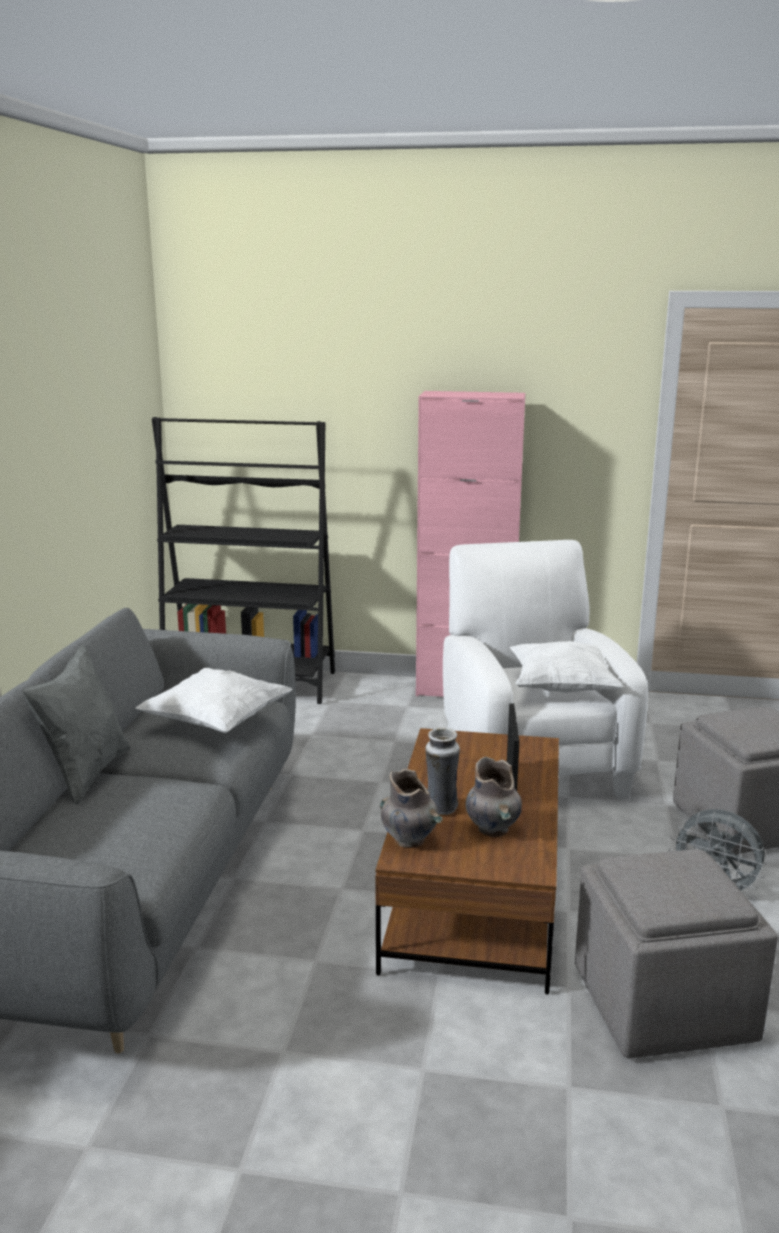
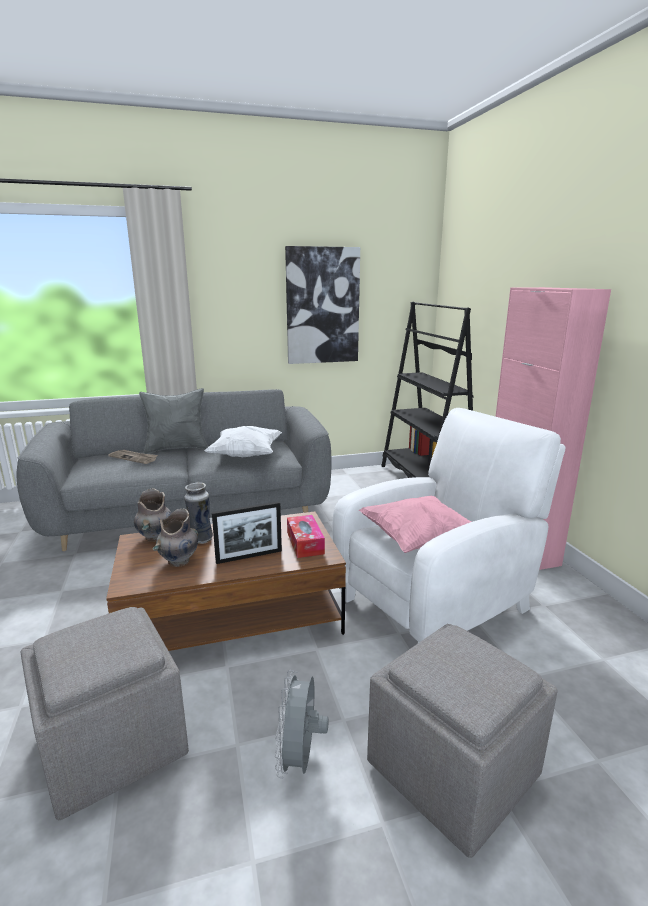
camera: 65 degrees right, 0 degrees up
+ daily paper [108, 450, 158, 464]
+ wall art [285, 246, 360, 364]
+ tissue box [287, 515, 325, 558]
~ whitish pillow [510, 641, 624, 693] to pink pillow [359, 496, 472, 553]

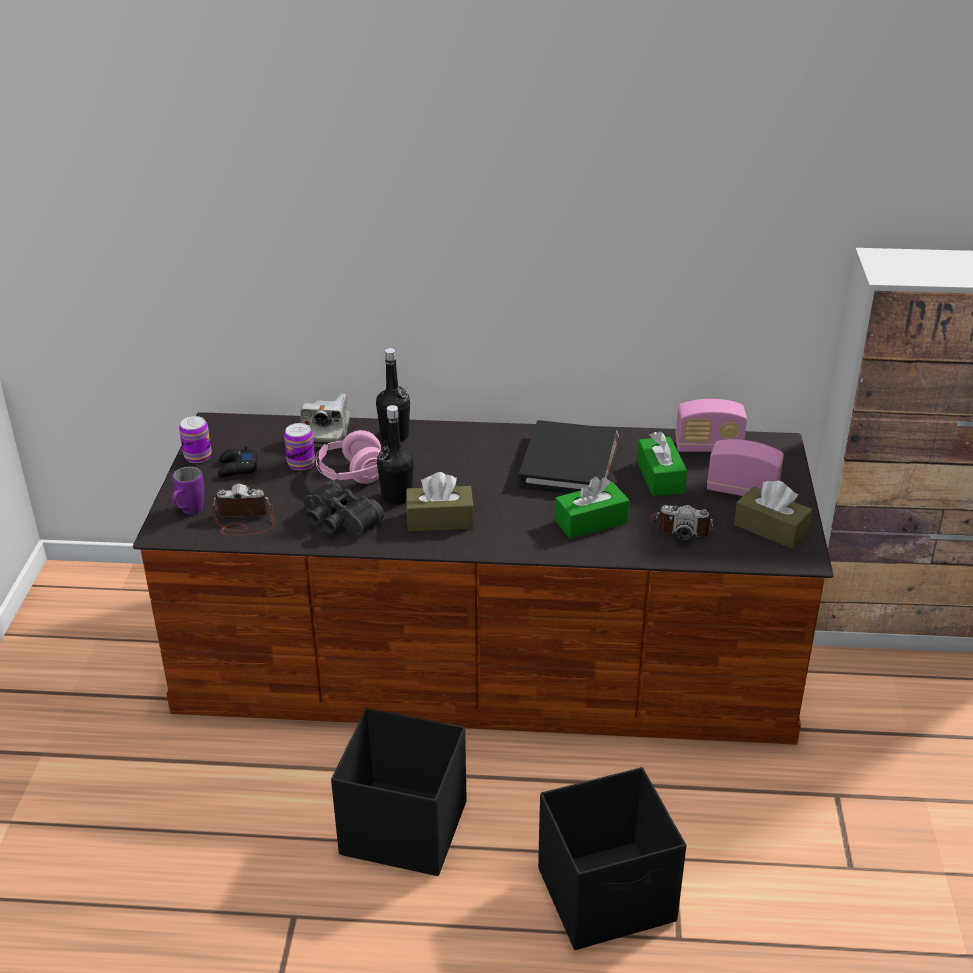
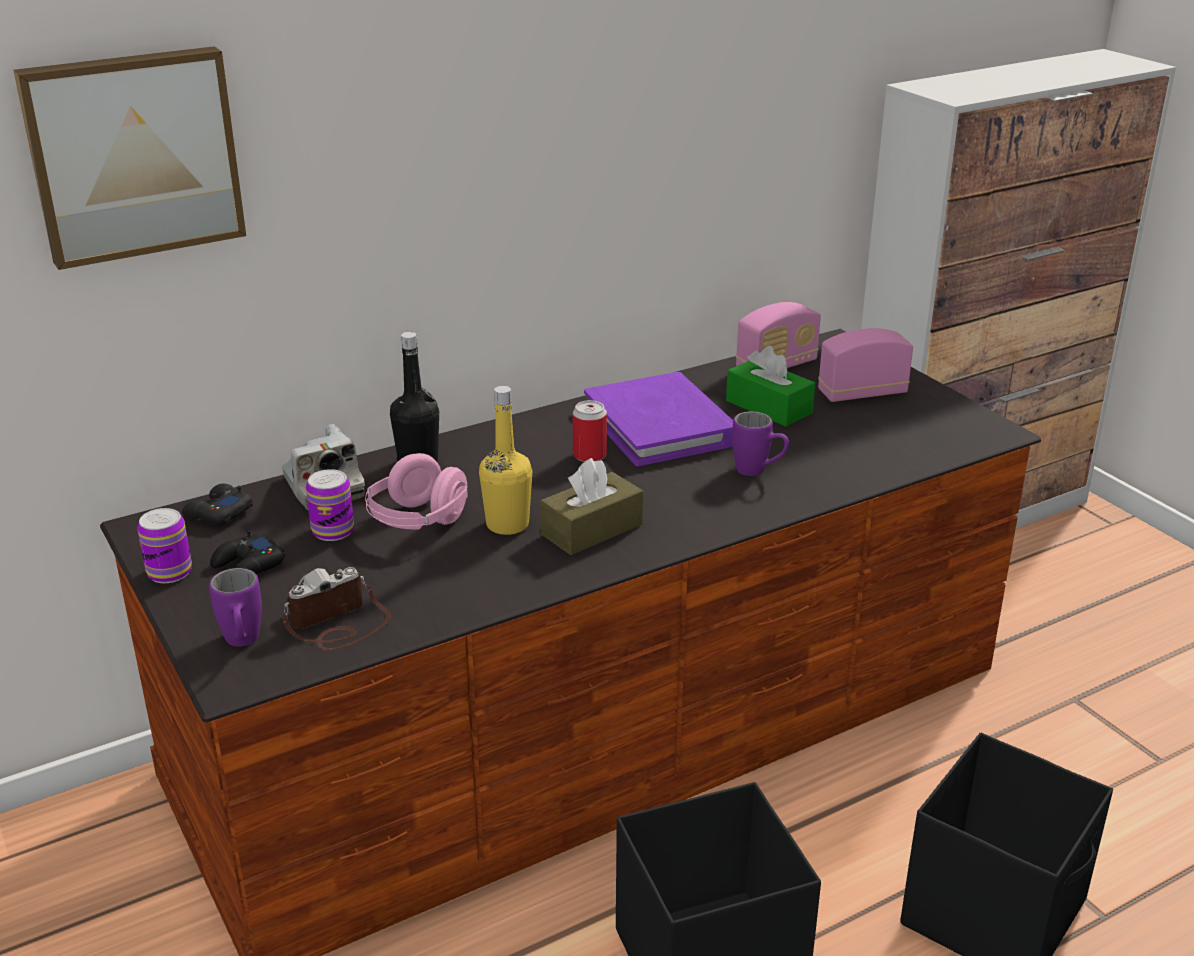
camera: 35 degrees left, 5 degrees down
+ wall art [13, 46, 246, 270]
+ black gamepad [182, 484, 253, 525]
~ black bottle [377, 405, 414, 505] to yellow-coloured bottle [479, 386, 532, 535]
+ sealed can [573, 400, 607, 462]
~ black book [519, 420, 619, 494] to purple book [584, 372, 733, 466]
~ green tissue box [555, 477, 629, 539] to purple mug [732, 411, 789, 476]
- black field glasses [303, 481, 384, 537]
- still camera [651, 505, 715, 540]
- brownish tissue box [734, 480, 813, 549]

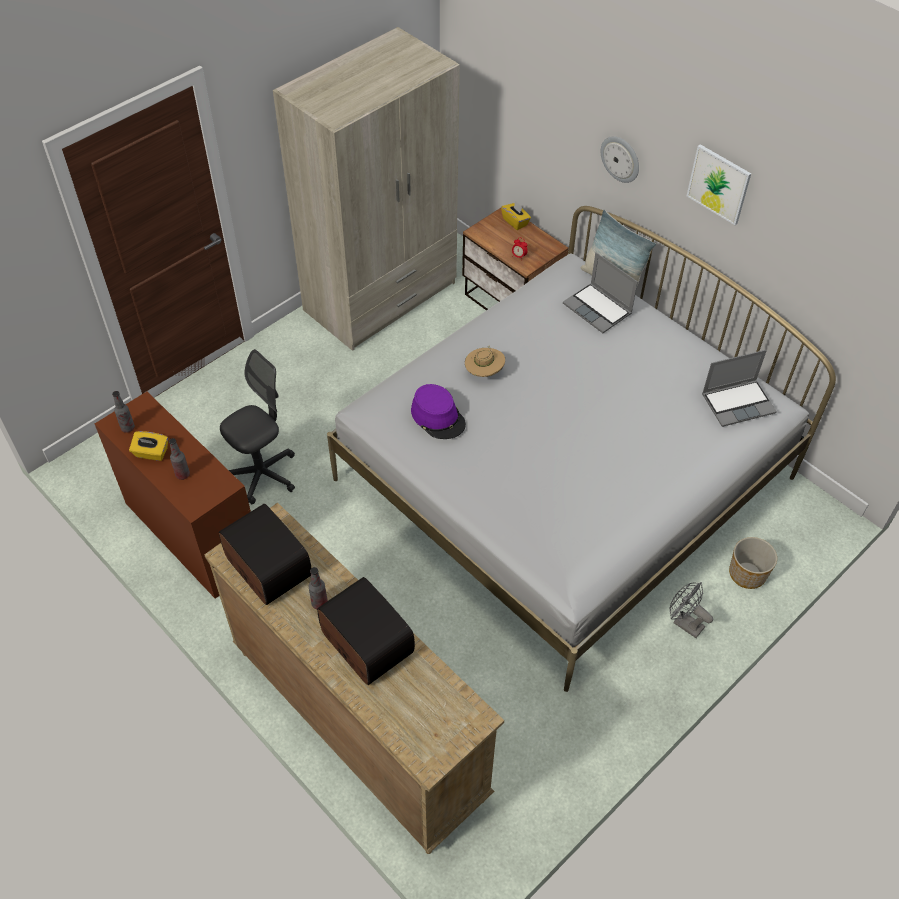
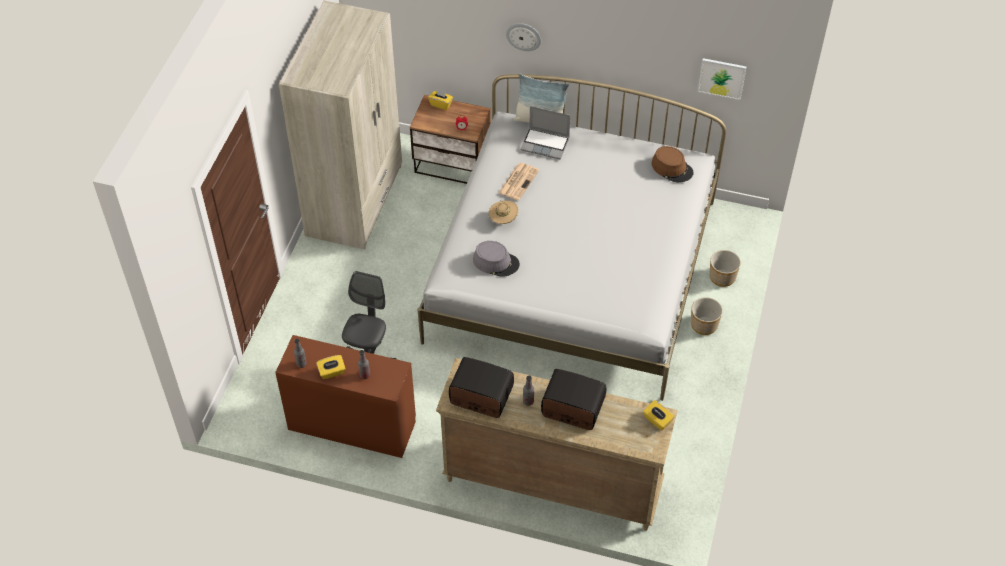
camera: 30 degrees left, 0 degrees up
~ purple wearable hat [411, 384, 466, 439] to grey wearable hat [473, 241, 520, 277]
+ daily paper [499, 163, 539, 201]
+ yellow-coloured tissue box [643, 400, 674, 430]
~ notebook computer [702, 350, 777, 427] to brownish wearable hat [651, 146, 694, 182]
~ grey cooling fan [670, 582, 713, 638] to flower pot [691, 297, 723, 335]
~ wall art [687, 144, 751, 225] to [698, 58, 746, 100]

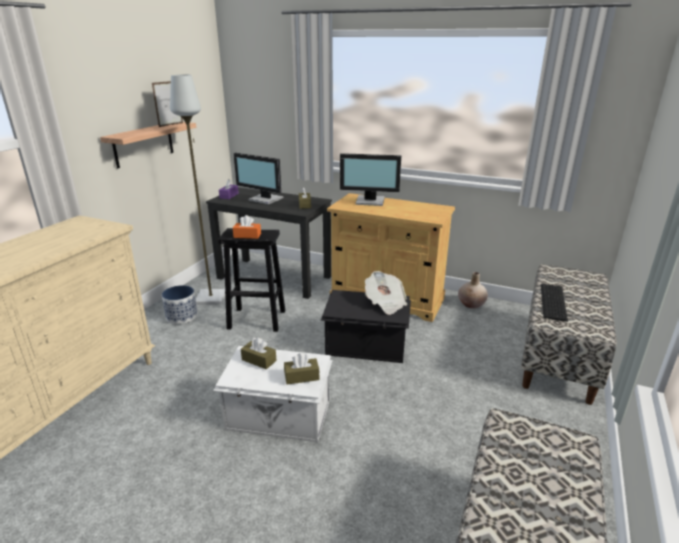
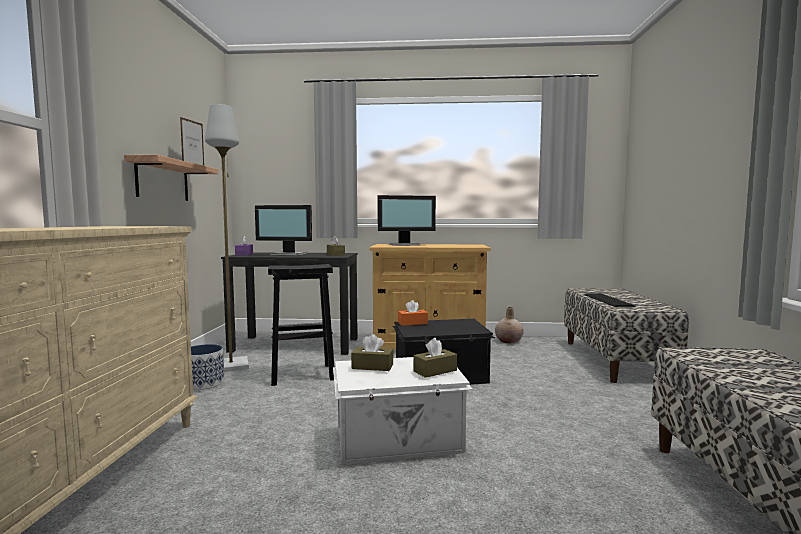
camera: 20 degrees left, 20 degrees down
~ orange-coloured tissue box [233, 215, 261, 239] to [398, 300, 428, 326]
- daily paper [365, 271, 407, 315]

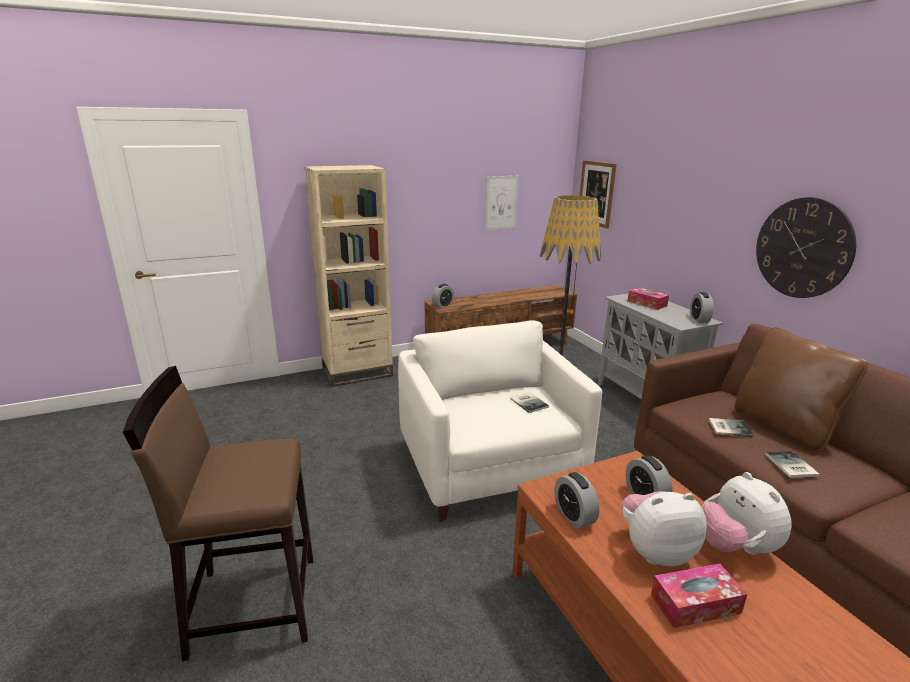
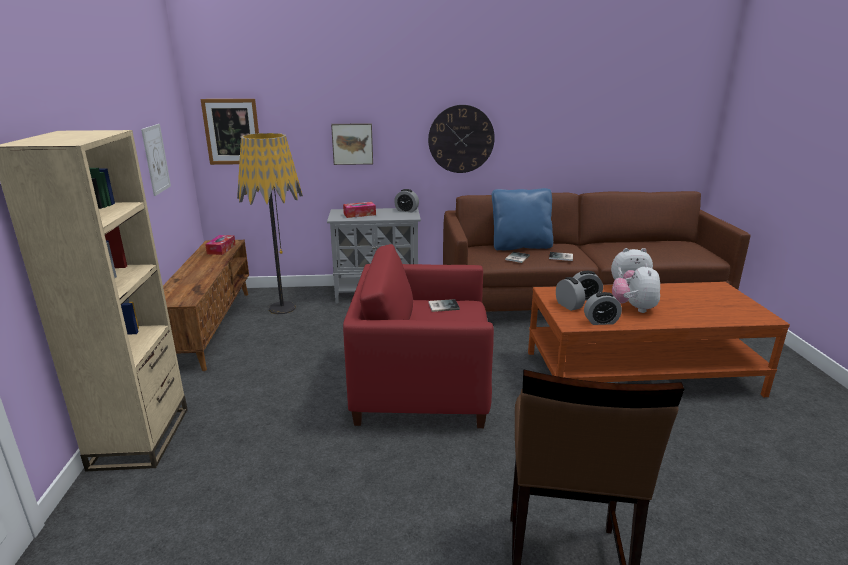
camera: 70 degrees left, 0 degrees up
~ tissue box [651, 564, 747, 628] to [205, 235, 236, 255]
+ wall art [331, 123, 373, 165]
~ whitish lounge chair [398, 320, 602, 521] to reddish lounge chair [343, 244, 494, 428]
~ brownish pillow [734, 327, 868, 452] to blue pillow [492, 188, 553, 250]
~ alarm clock [432, 284, 454, 308] to [556, 277, 585, 311]

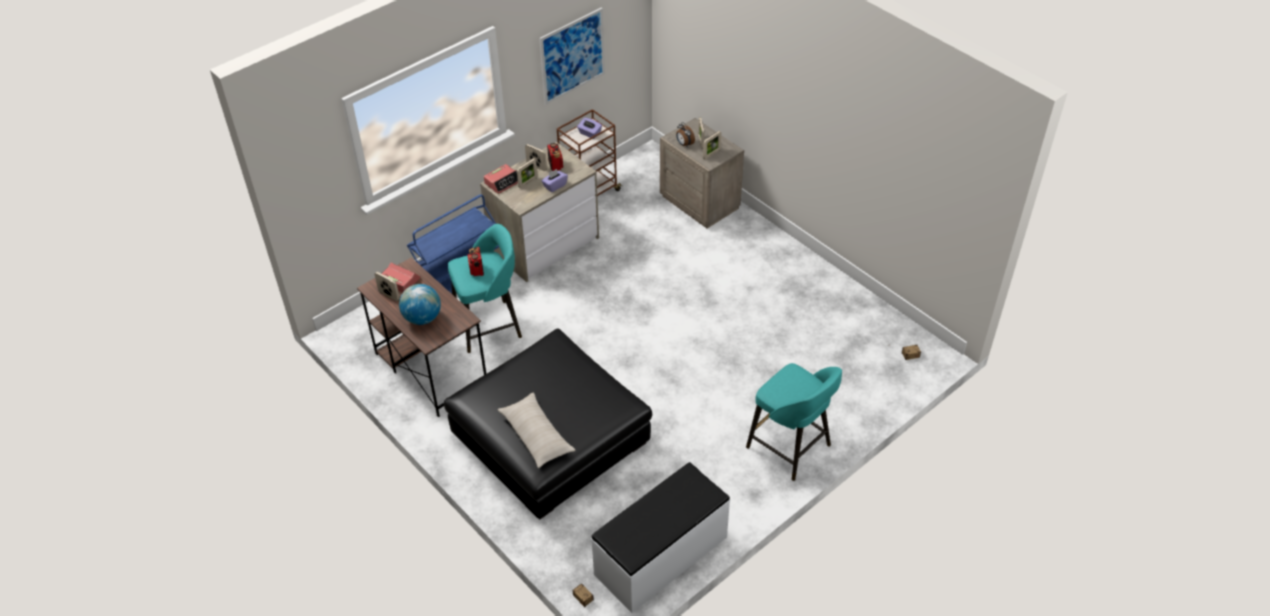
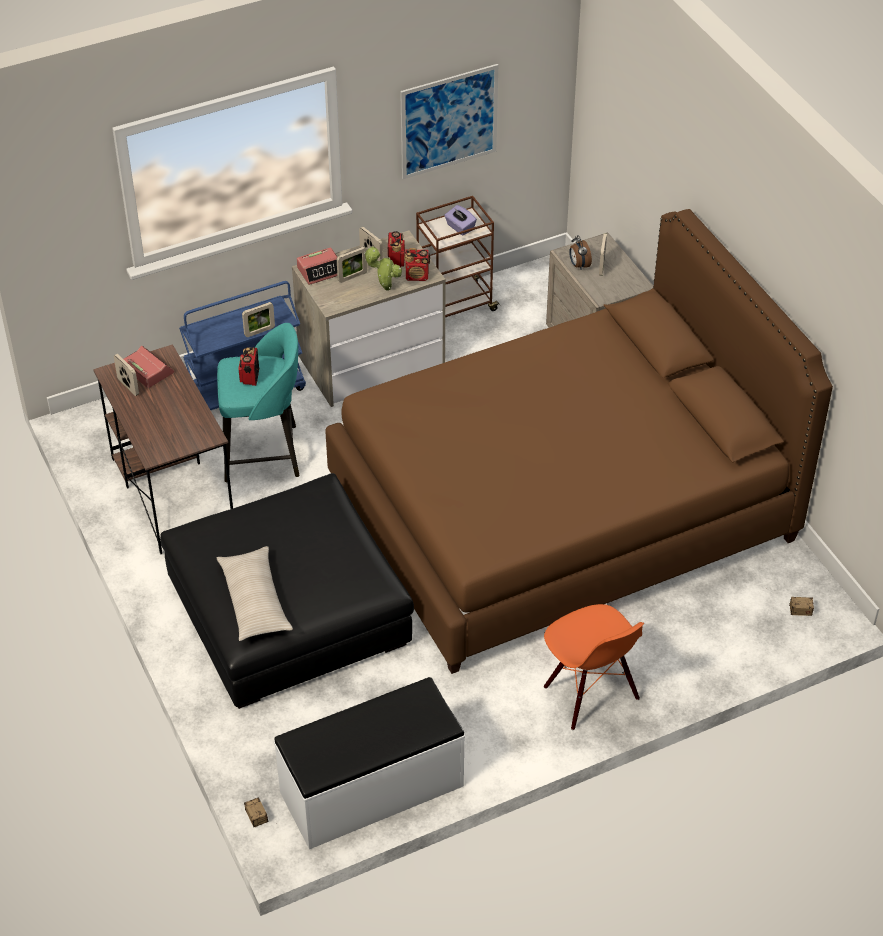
camera: 15 degrees right, 0 degrees up
~ photo frame [703, 131, 721, 160] to [242, 302, 275, 337]
+ brownish bed [325, 209, 833, 674]
~ purple tissue box [542, 169, 568, 192] to houseplant [364, 246, 402, 291]
+ radio receiver [404, 248, 430, 281]
~ turquoise stool [746, 363, 842, 481] to orange-coloured chair [544, 604, 644, 730]
- globe [399, 284, 441, 325]

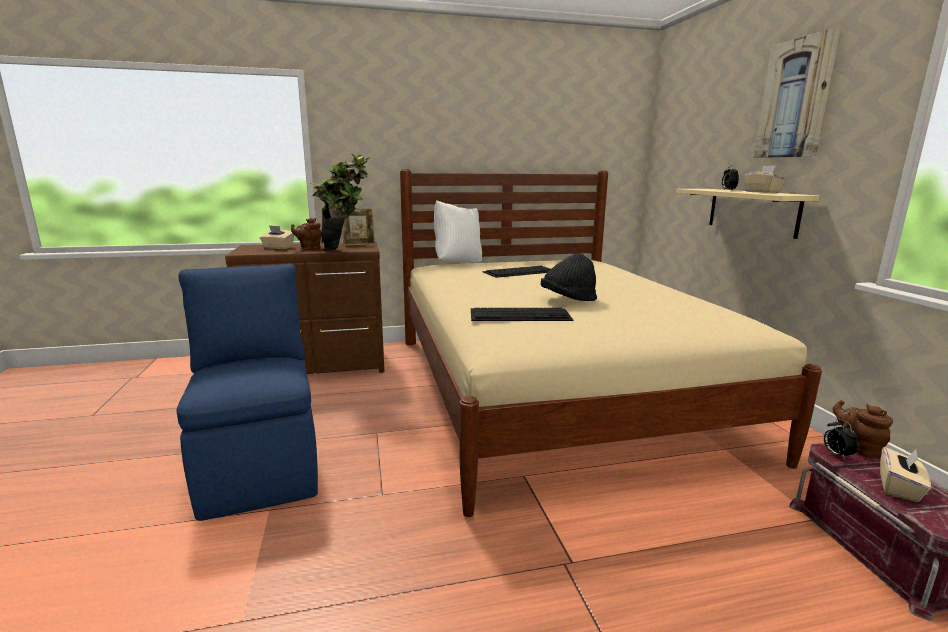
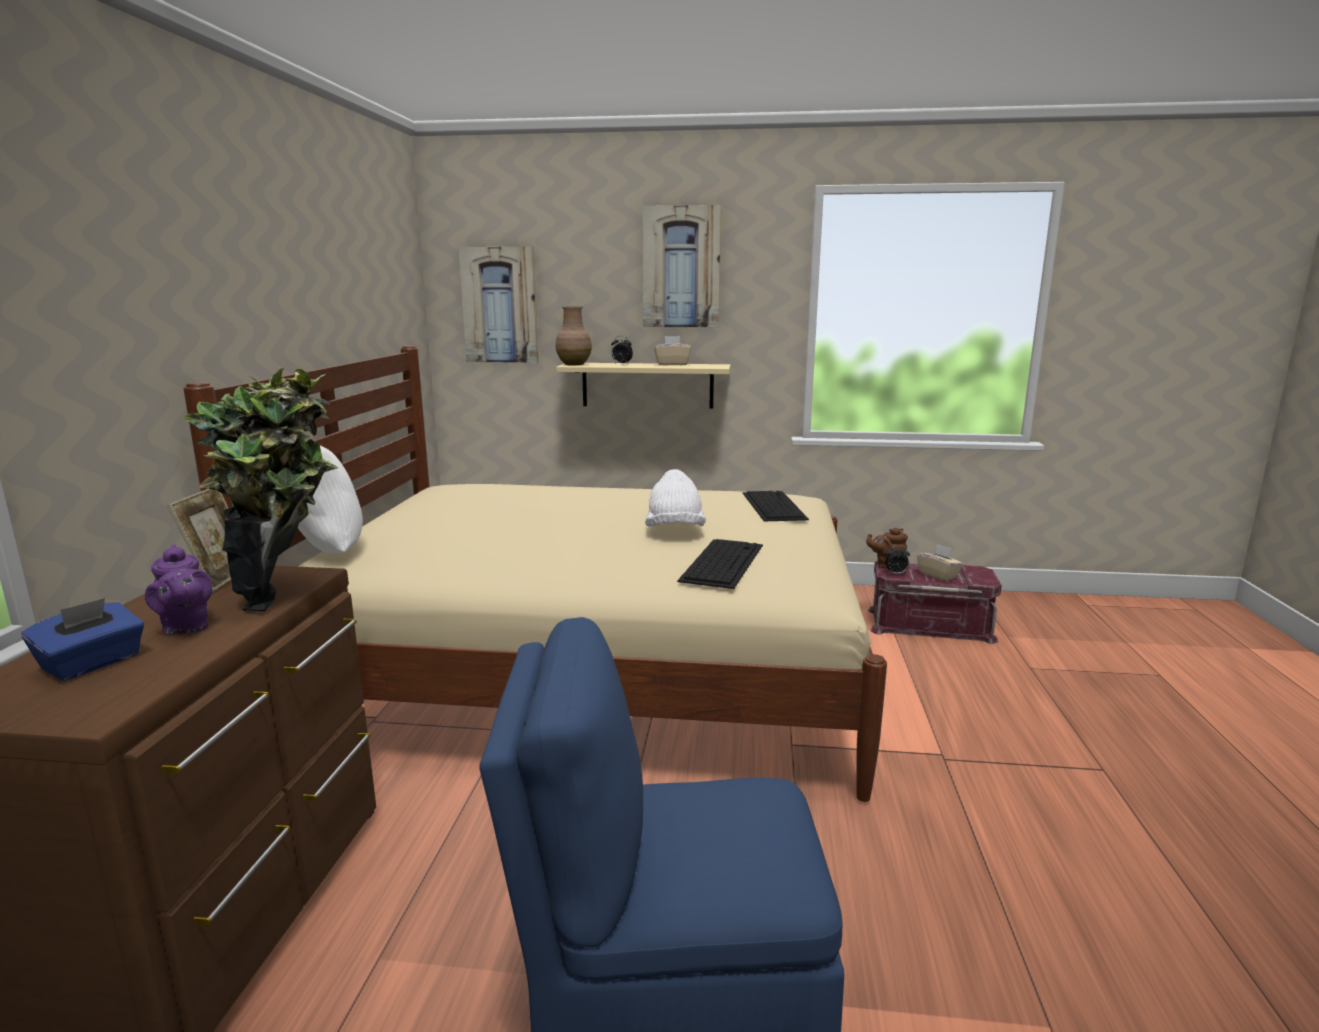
camera: 70 degrees left, 0 degrees up
~ sand-coloured tissue box [260, 226, 294, 249] to blue tissue box [21, 598, 144, 681]
~ brownish tea pot [291, 218, 321, 250] to purple tea pot [145, 544, 212, 635]
+ wall art [459, 247, 539, 363]
+ brownish decorative vase [556, 306, 592, 365]
~ black wearable hat [541, 253, 597, 301] to whitish wearable hat [645, 469, 706, 527]
~ computer keyboard [482, 266, 550, 278] to [743, 491, 809, 521]

